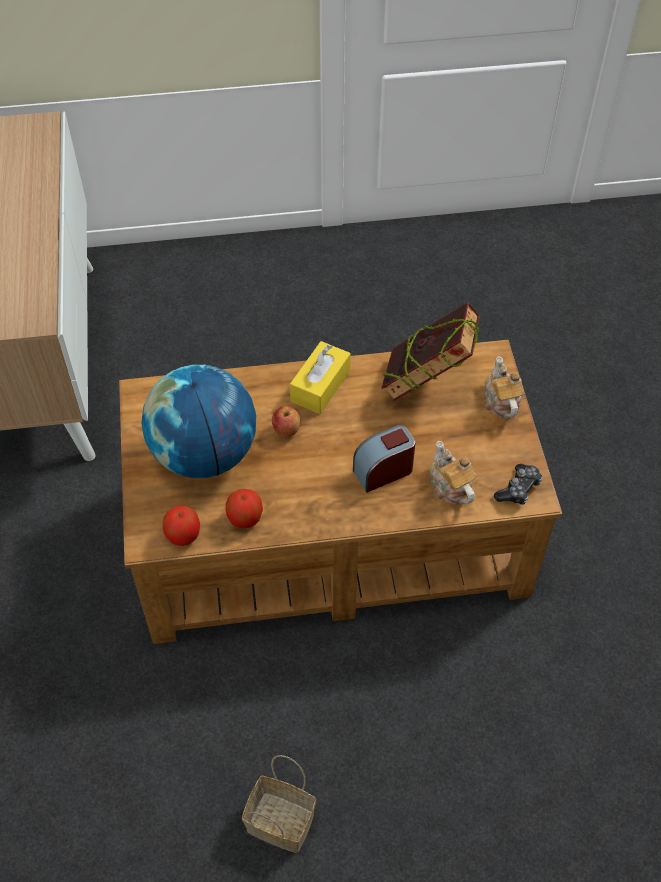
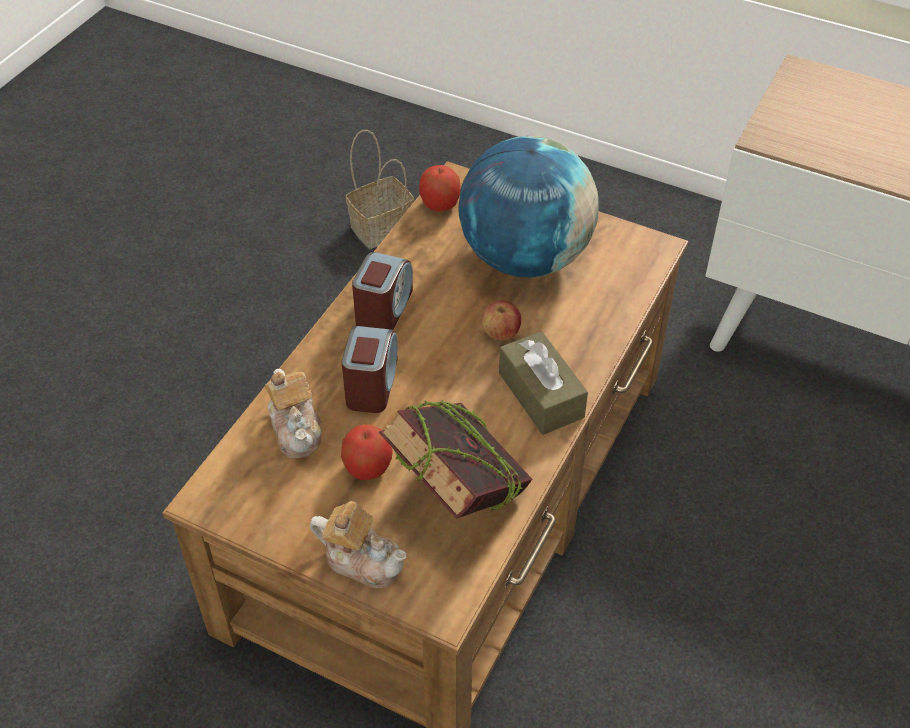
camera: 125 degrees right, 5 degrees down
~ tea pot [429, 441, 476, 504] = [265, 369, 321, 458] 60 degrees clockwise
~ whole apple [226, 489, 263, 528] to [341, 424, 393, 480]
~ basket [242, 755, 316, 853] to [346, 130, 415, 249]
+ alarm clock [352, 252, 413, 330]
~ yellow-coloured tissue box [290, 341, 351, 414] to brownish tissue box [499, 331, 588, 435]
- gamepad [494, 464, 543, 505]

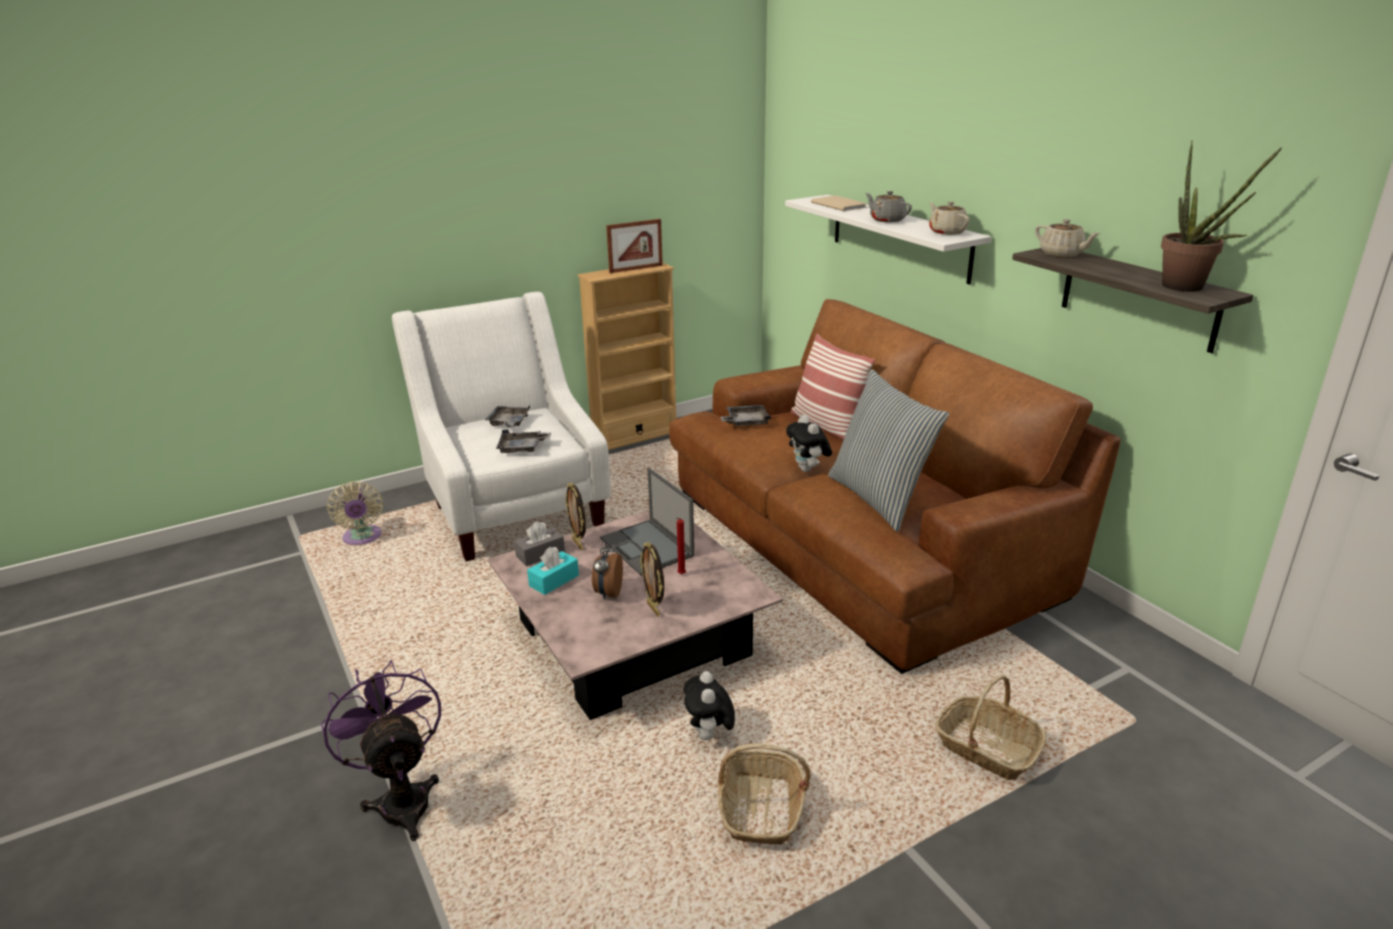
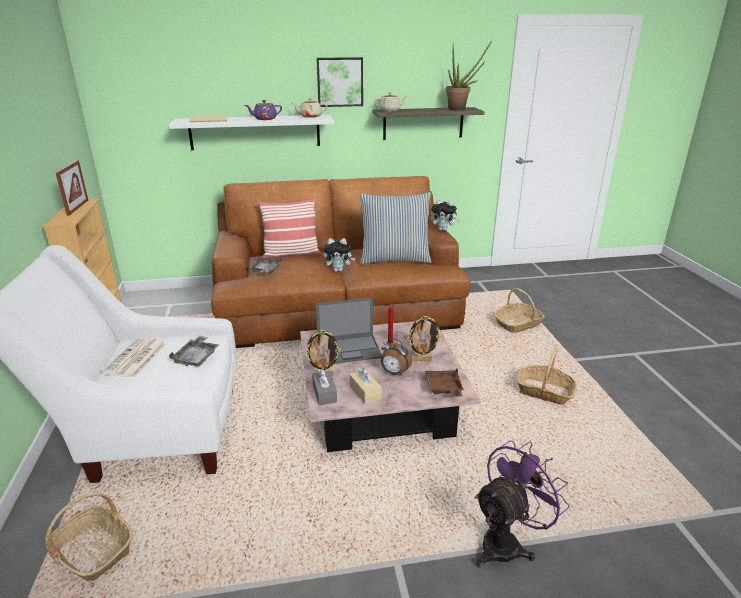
camera: 70 degrees left, 0 degrees up
~ sand-coloured cooling fan [327, 481, 383, 545] to basket [45, 492, 133, 581]
~ grey serving tray [485, 406, 530, 427] to daily paper [102, 337, 167, 378]
~ grey tea pot [865, 191, 912, 223] to purple tea pot [245, 100, 282, 120]
+ wall art [316, 57, 363, 107]
~ turquoise tissue box [527, 546, 579, 595] to sand-coloured tissue box [350, 368, 382, 404]
+ brownish serving tray [425, 368, 464, 397]
~ soft toy [684, 671, 735, 741] to [431, 199, 459, 231]
~ purple cooling fan [321, 660, 441, 841] = [475, 440, 569, 568] 150 degrees clockwise

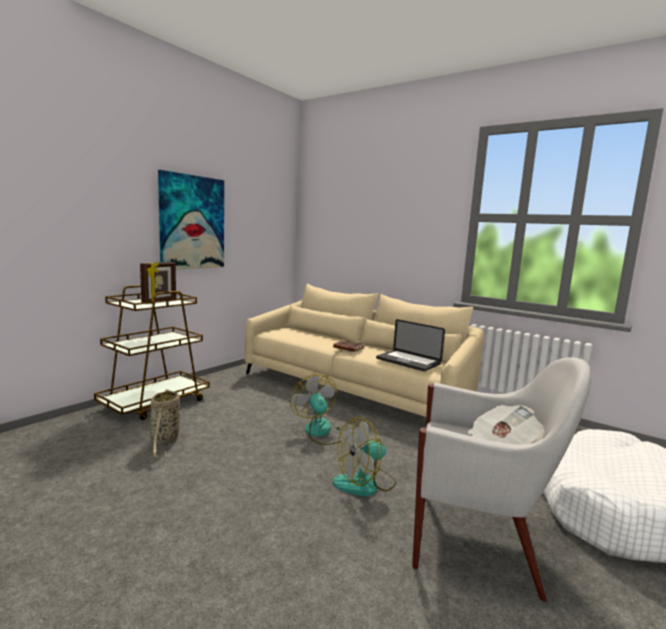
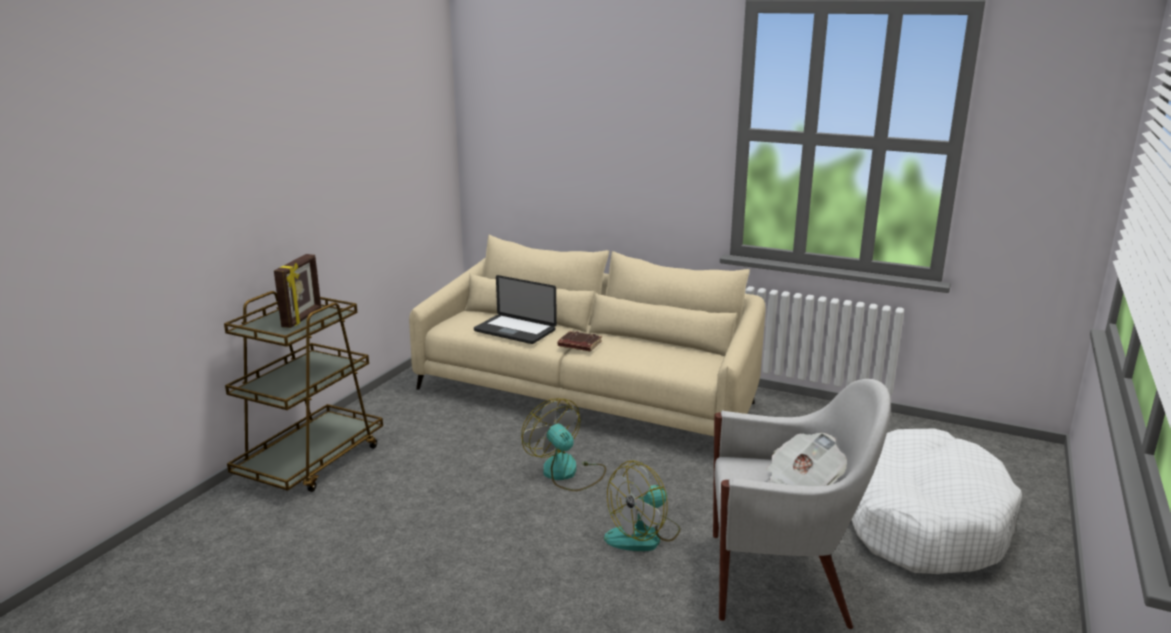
camera: 10 degrees left, 10 degrees up
~ notebook computer [376, 319, 445, 371] to [474, 275, 557, 344]
- basket [149, 389, 180, 458]
- wall art [158, 170, 224, 269]

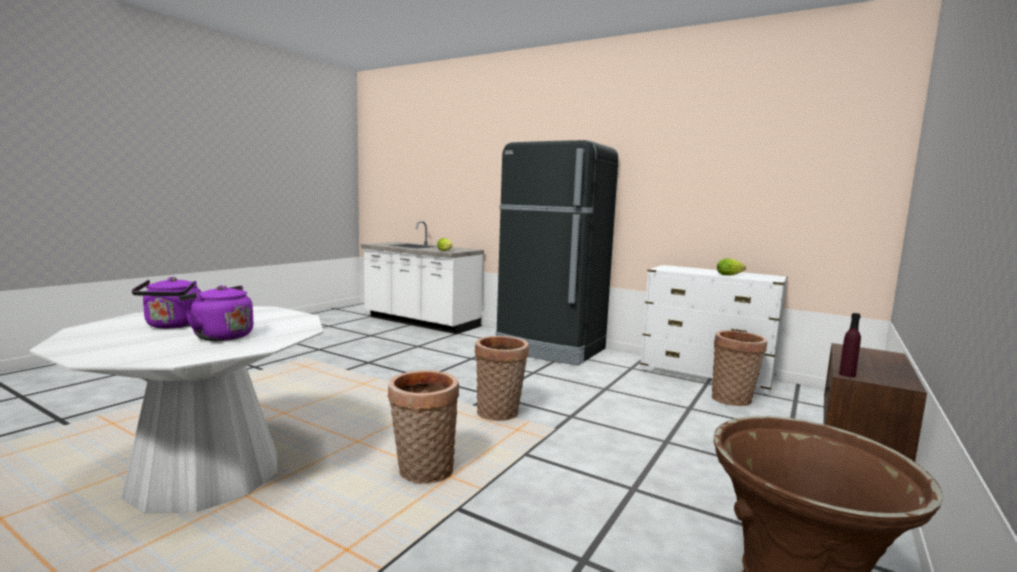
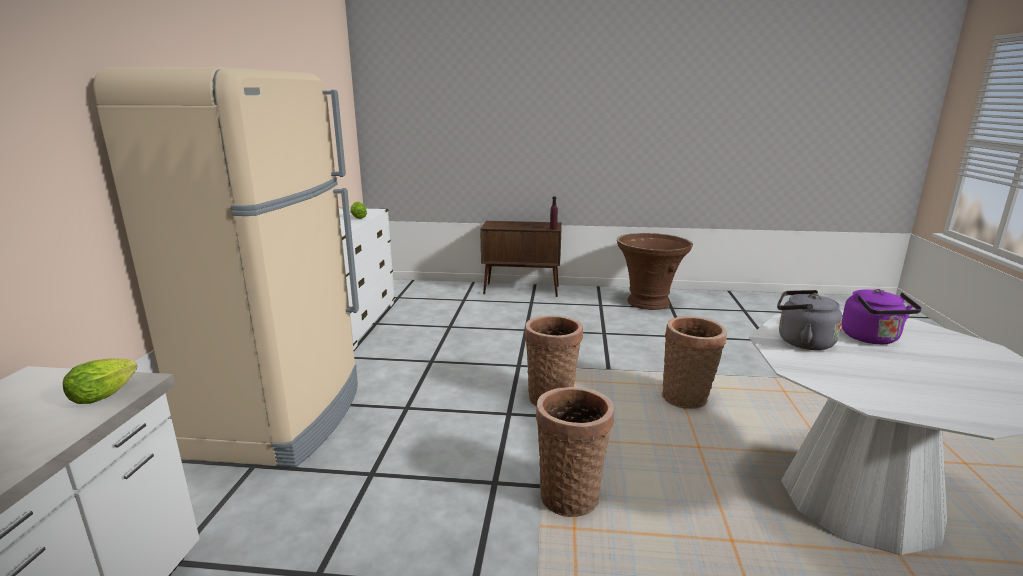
camera: 115 degrees left, 10 degrees up
~ black kitchen fridge [495, 140, 618, 365] to sand-coloured kitchen fridge [93, 67, 359, 467]
~ basket [712, 330, 767, 406] to [536, 387, 614, 517]
+ grey tea kettle [777, 290, 842, 350]
- purple tea kettle [132, 277, 201, 329]

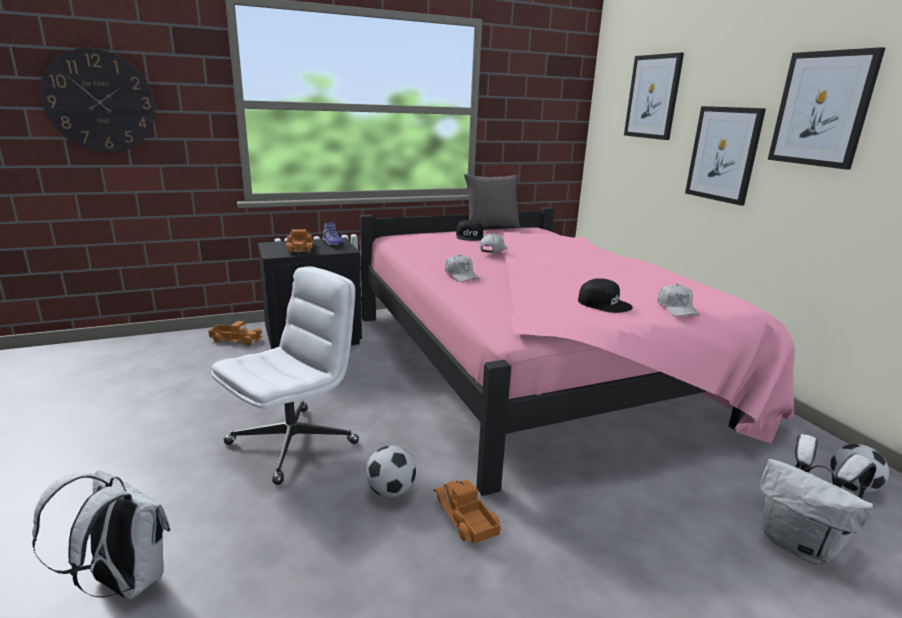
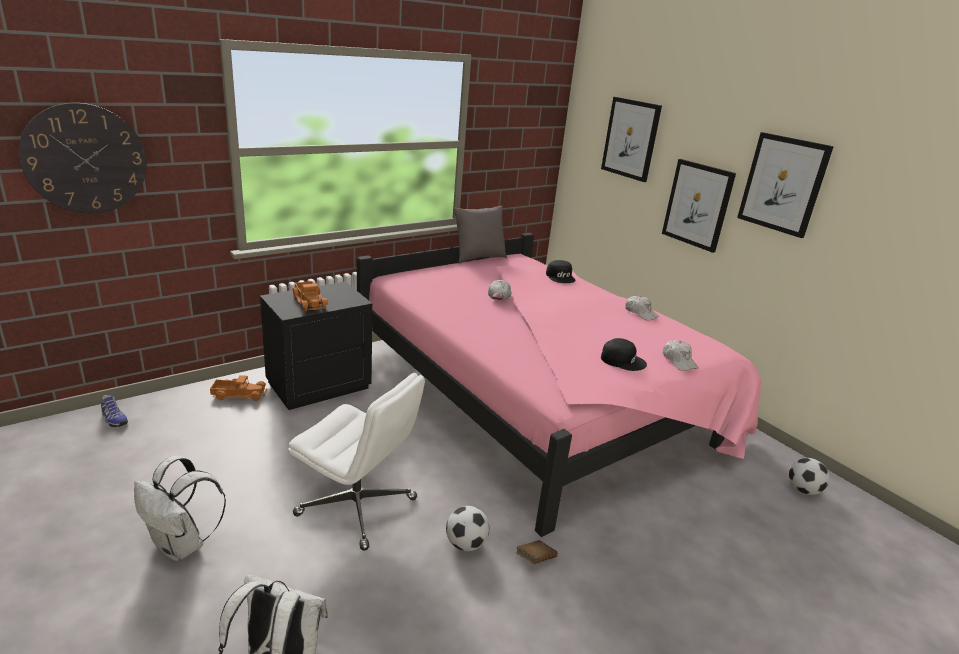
camera: 15 degrees left, 5 degrees up
~ shoe [323, 222, 345, 247] to [101, 395, 128, 427]
~ whitish knapsack [760, 434, 877, 564] to [134, 456, 226, 561]
~ whitish office chair [212, 266, 359, 485] = [288, 373, 425, 551] 90 degrees clockwise
~ toy lorry [434, 479, 502, 544] to brownish book [516, 540, 558, 564]
~ black peaked cap [456, 220, 483, 241] to [546, 260, 575, 283]
~ whitish peaked cap [445, 254, 480, 282] to [625, 296, 659, 320]

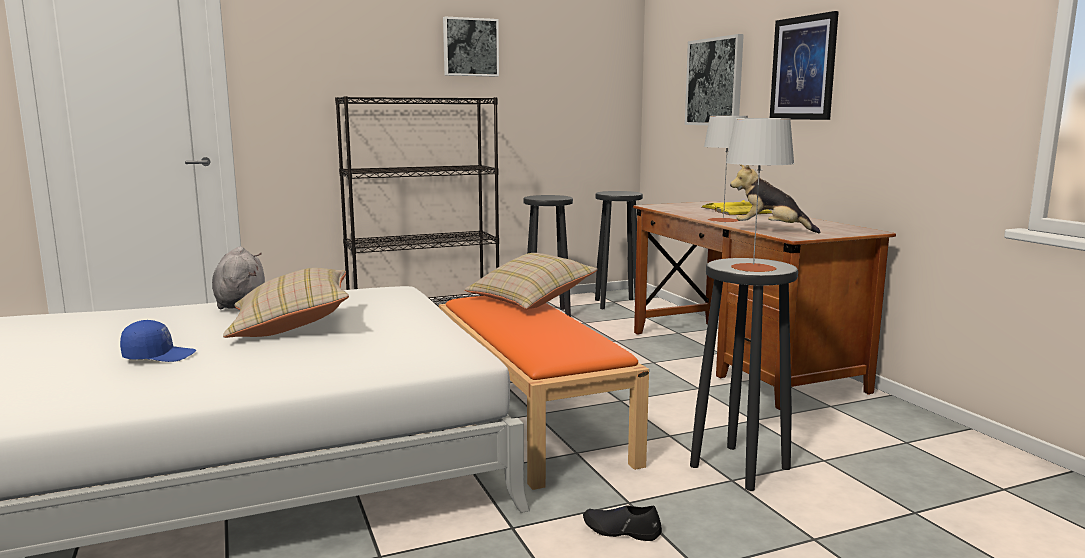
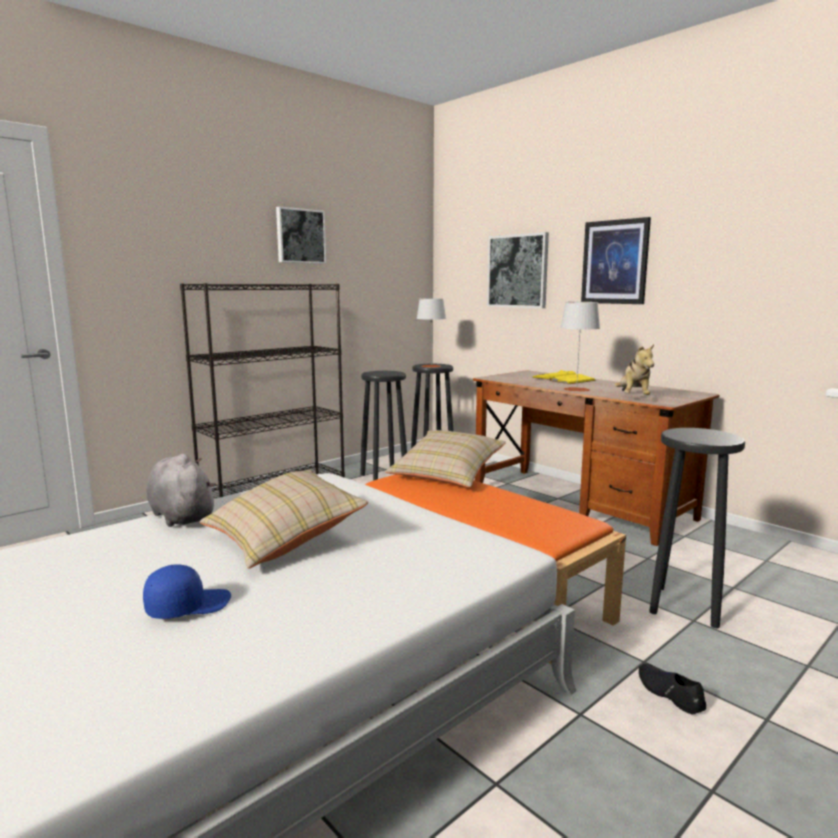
camera: 20 degrees left, 0 degrees up
~ grey tabletop lamp [726, 118, 795, 272] to [416, 298, 446, 368]
~ soft toy [730, 165, 821, 233] = [614, 344, 654, 395] 90 degrees counterclockwise
~ black shoe [583, 505, 662, 541] = [639, 663, 706, 714] 60 degrees clockwise

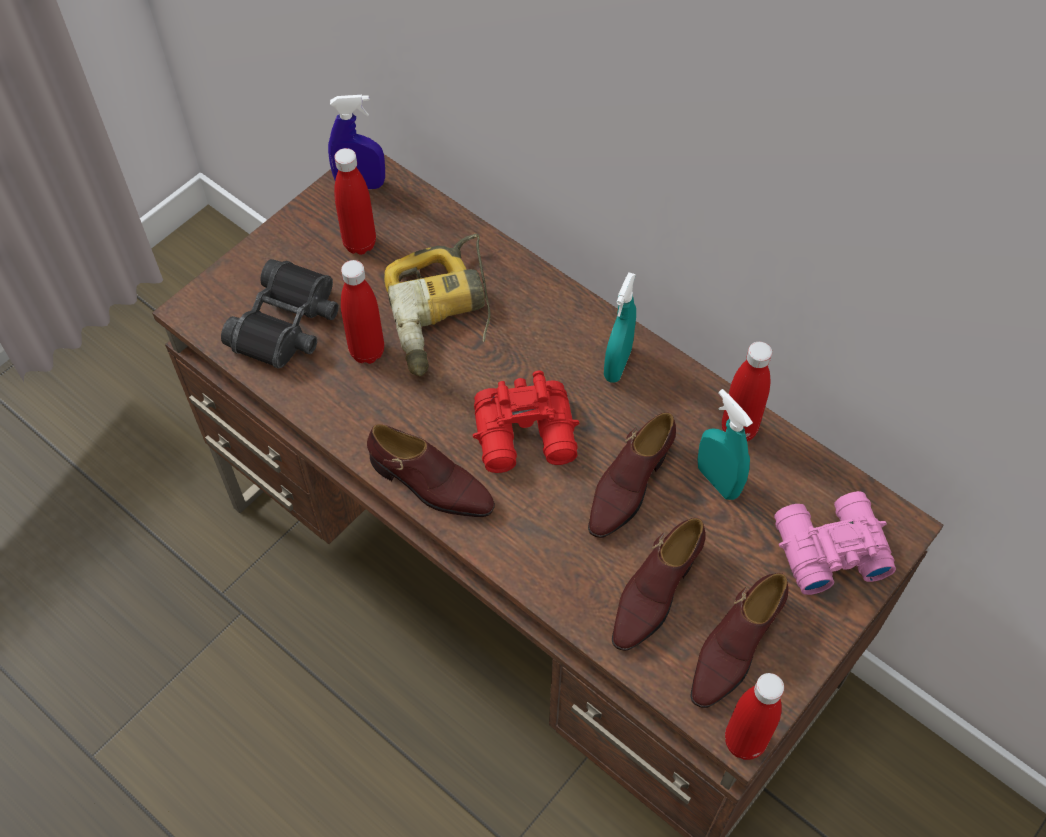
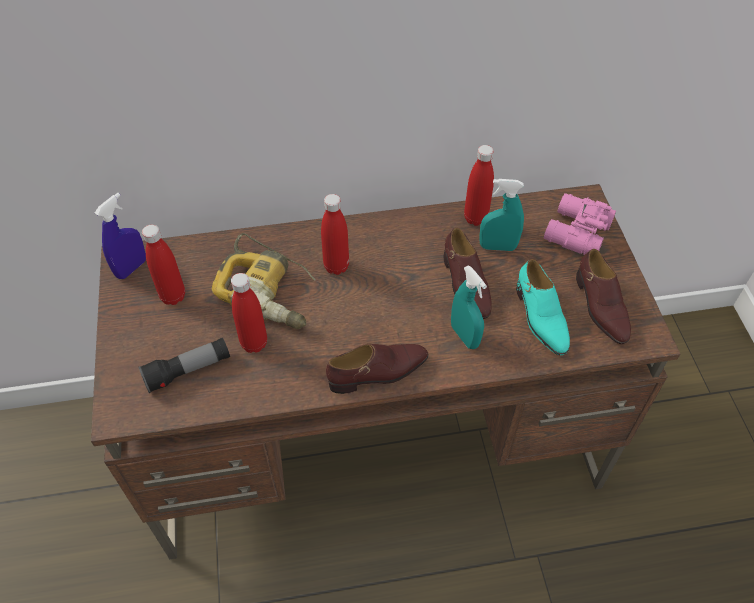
camera: 50 degrees left, 5 degrees down
~ black field glasses [221, 259, 339, 368] to hand torch [139, 338, 230, 393]
~ reddish bottle [725, 673, 784, 760] to [321, 194, 349, 275]
~ turquoise sprayer [604, 273, 636, 383] to [451, 265, 487, 349]
~ brownish shoe [612, 518, 705, 651] to turquoise shoe [516, 259, 570, 355]
- reddish field glasses [473, 370, 579, 473]

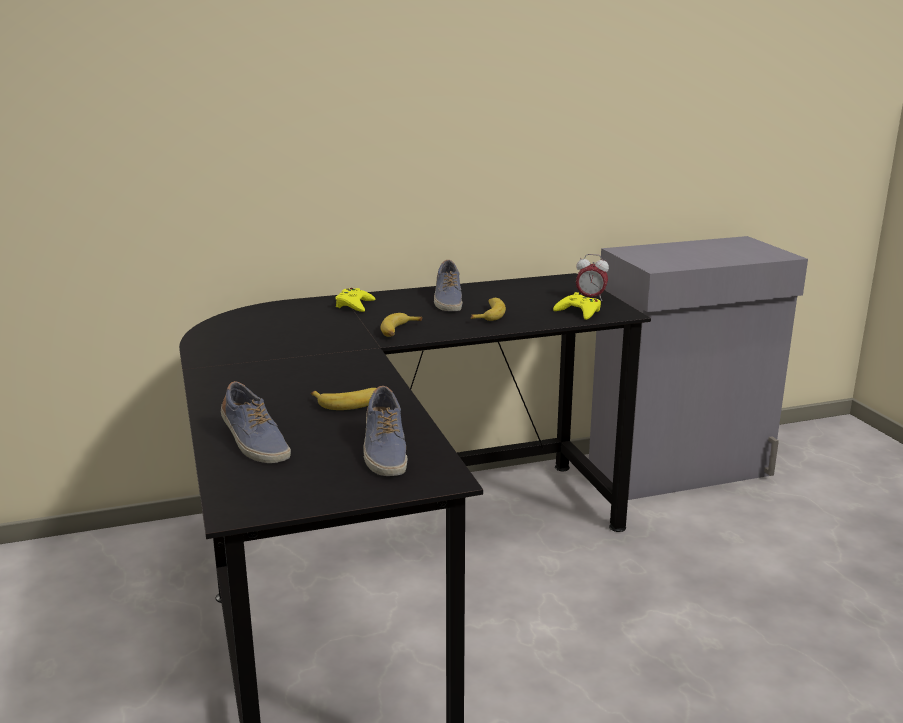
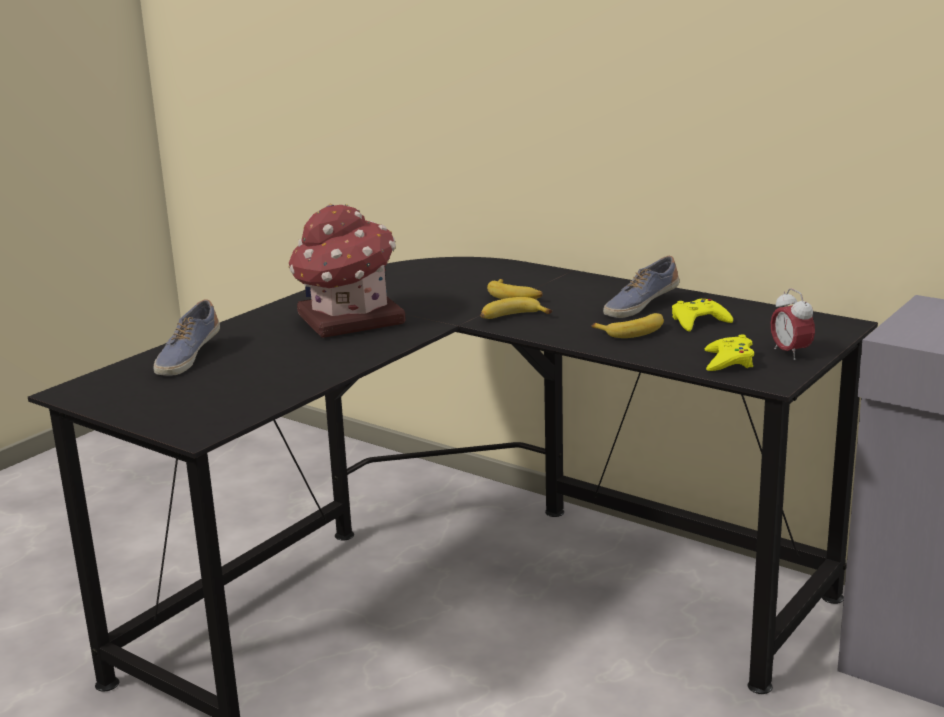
camera: 55 degrees right, 0 degrees up
+ model house [288, 204, 406, 338]
~ banana fruit [311, 388, 376, 410] to [487, 279, 543, 299]
~ yellow-coloured gamepad [335, 288, 375, 312] to [672, 298, 733, 332]
- shoe [363, 386, 407, 476]

